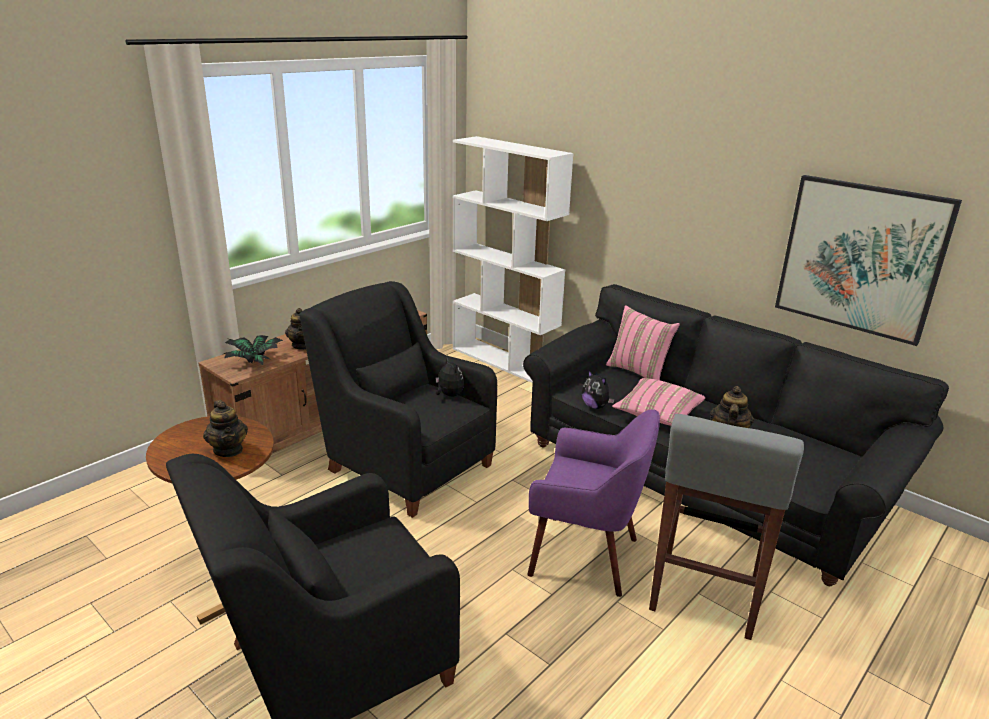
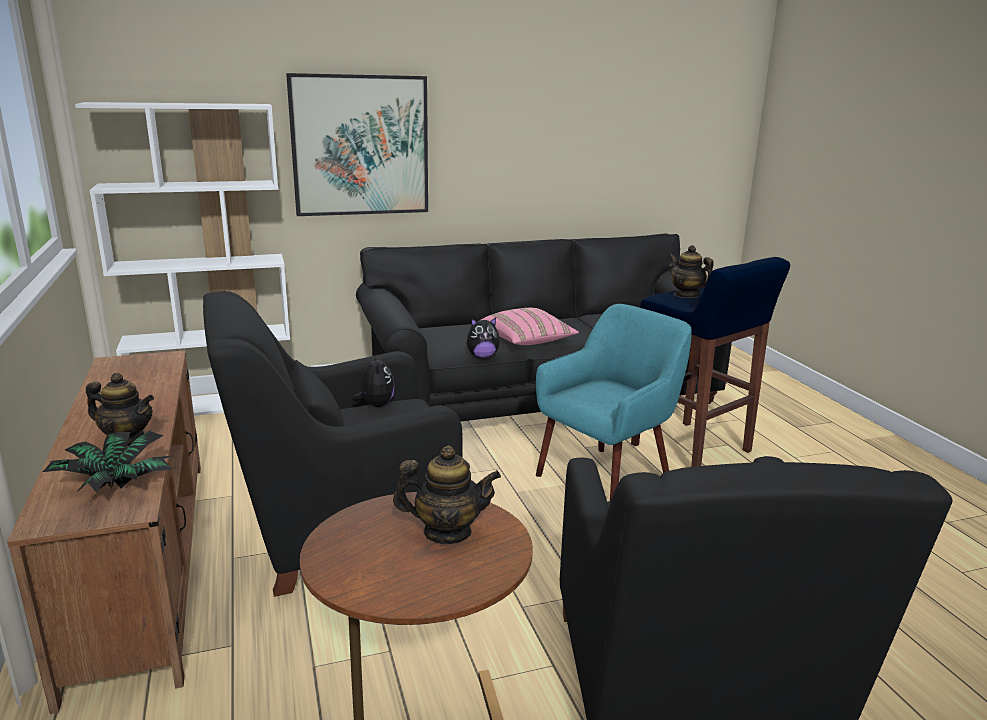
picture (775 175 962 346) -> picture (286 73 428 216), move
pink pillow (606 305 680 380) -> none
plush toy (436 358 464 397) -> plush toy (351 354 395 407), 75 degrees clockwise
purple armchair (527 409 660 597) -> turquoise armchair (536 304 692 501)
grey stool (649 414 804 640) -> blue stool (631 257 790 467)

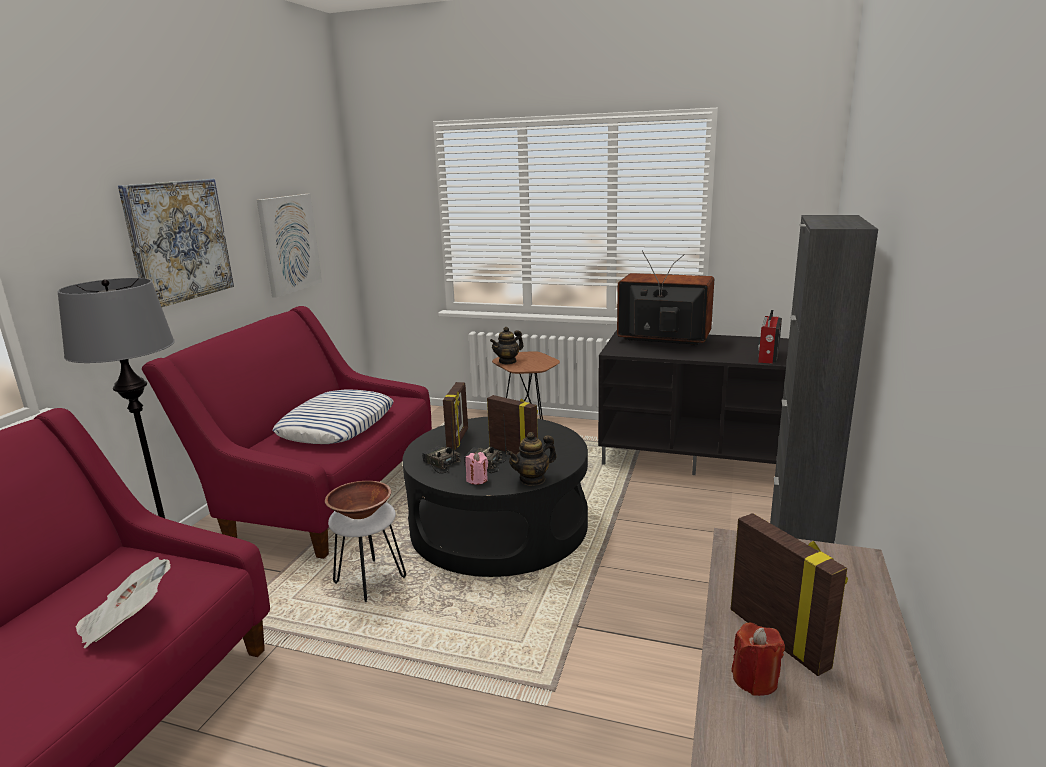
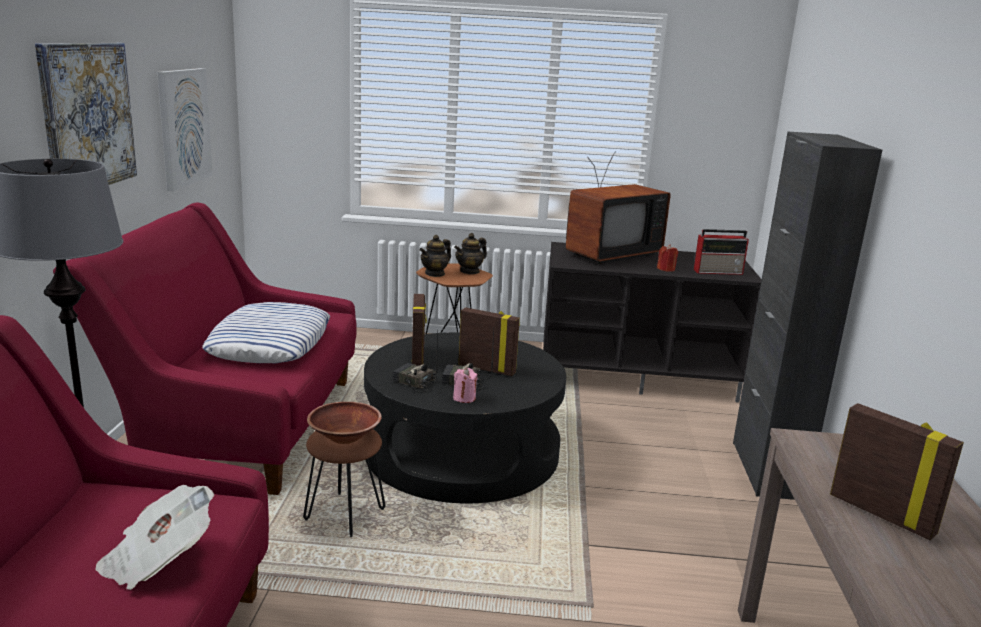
television (617 251 714 346) -> television (566 151 671 264), 135 degrees clockwise
radio (758 310 782 364) -> radio (694 229 749 275), 105 degrees counterclockwise
teapot (506 432 557 486) -> teapot (454 233 487 274), move
white stool (328 502 406 602) -> brown stool (303 429 385 537)
red candle (731 623 785 696) -> red candle (657 244 678 272), move

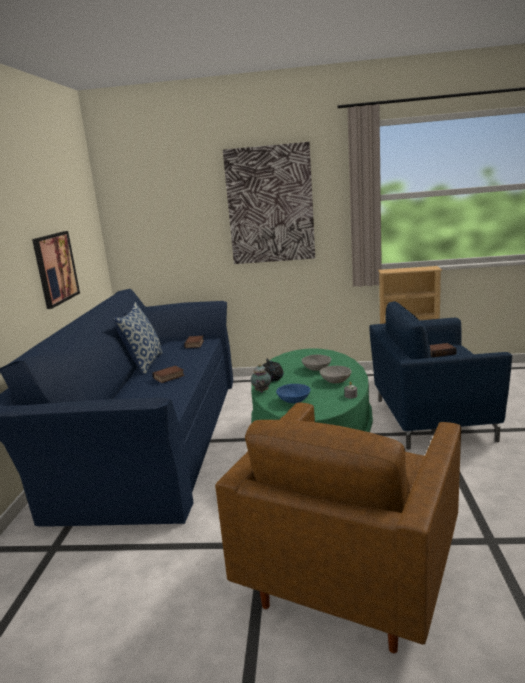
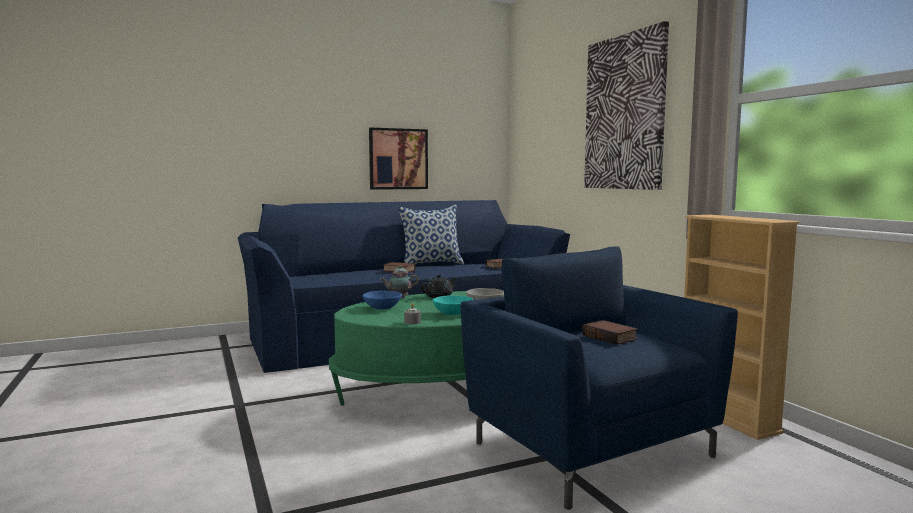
grey bowl (320 366 352 383) -> turquoise bowl (433 296 473 315)
brown armchair (215 403 461 653) -> none

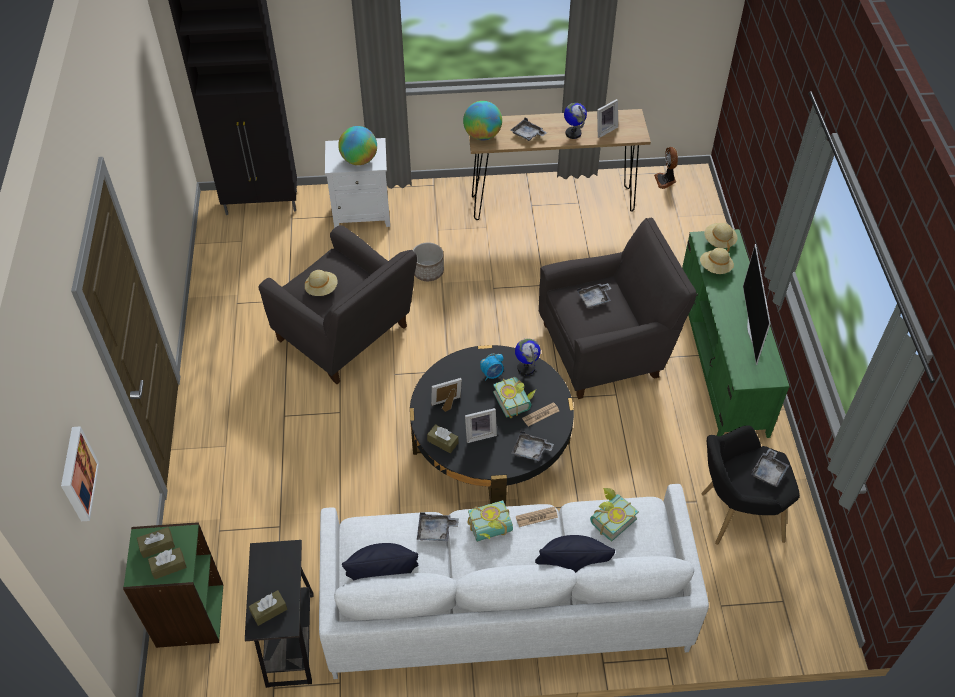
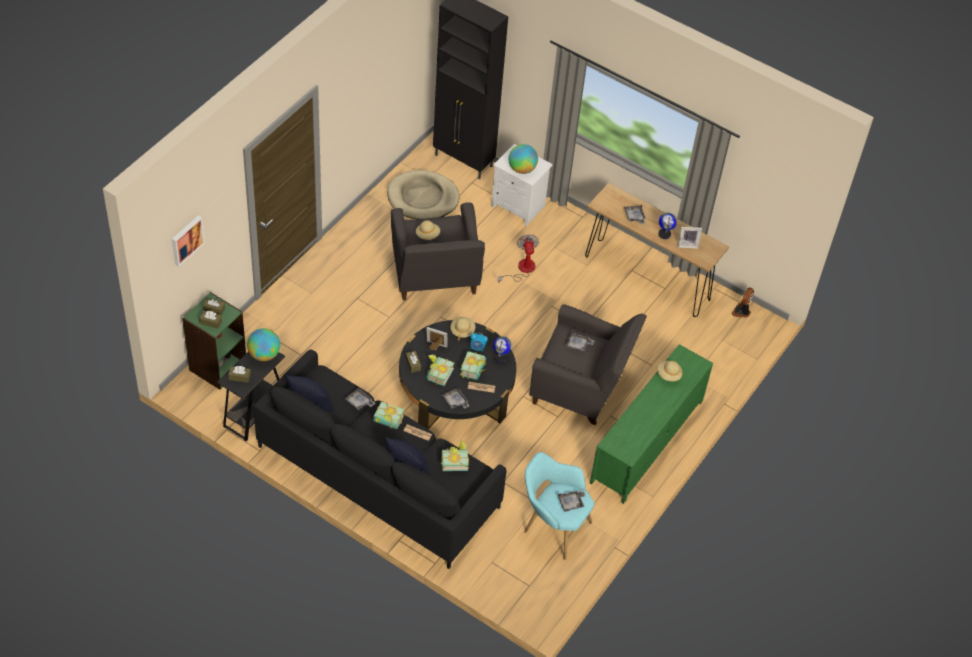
globe (463 101 502 141) -> globe (247 328 280 361), move
beige hat (704 223 738 252) -> beige hat (450 317 475 340), move
planter (413 242 444 281) -> fan (498 234 539 282)
television (743 244 771 365) -> none
picture frame (465 408 497 443) -> book (427 355 454 386)
black armchair (701 425 800 545) -> turquoise armchair (524 452 595 560)
white sofa (319 484 709 679) -> black sofa (254 349 507 569)
none -> beige dog bed (387 170 459 219)

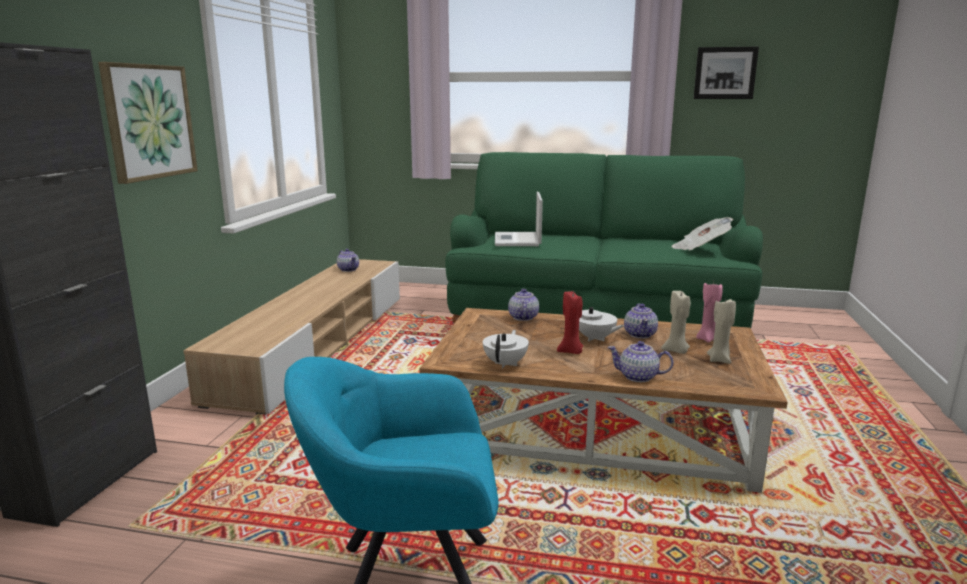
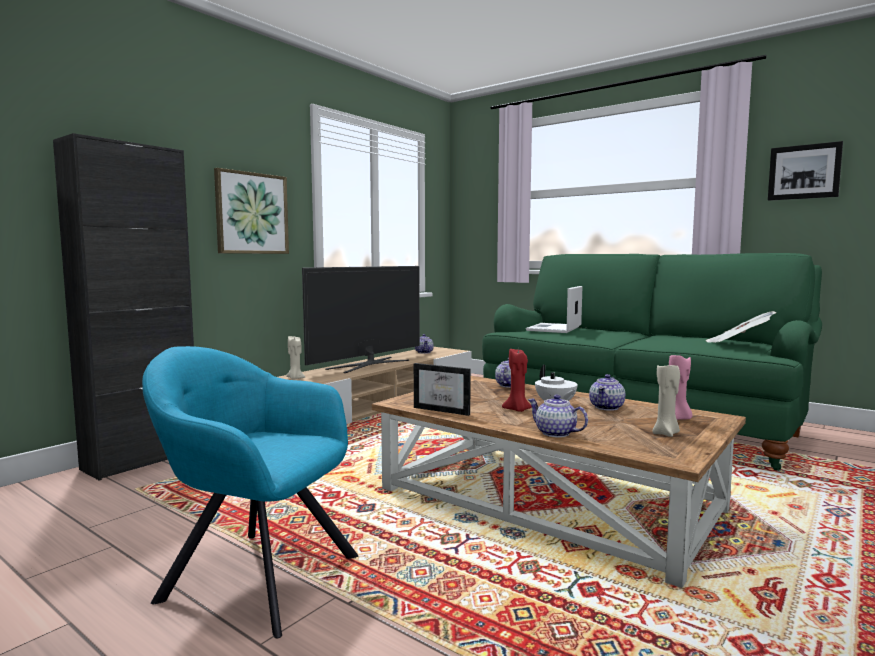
beige candle (661 291 691 354) -> beige candle (286 336 305 380), move
white teapot (483 330 529 369) -> picture frame (414 363 471 416)
none -> television (302 266 420 373)

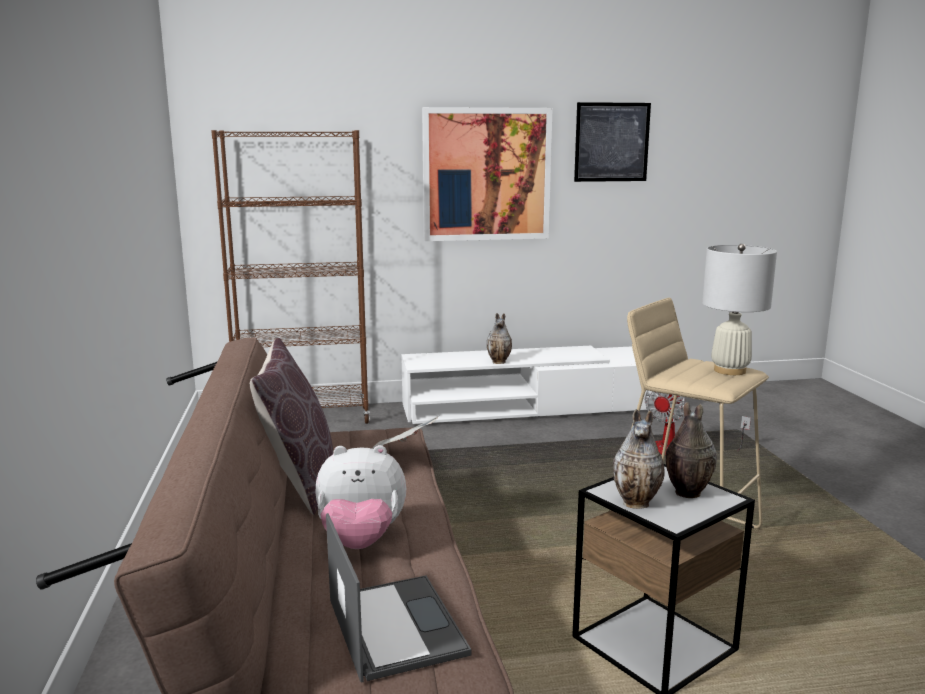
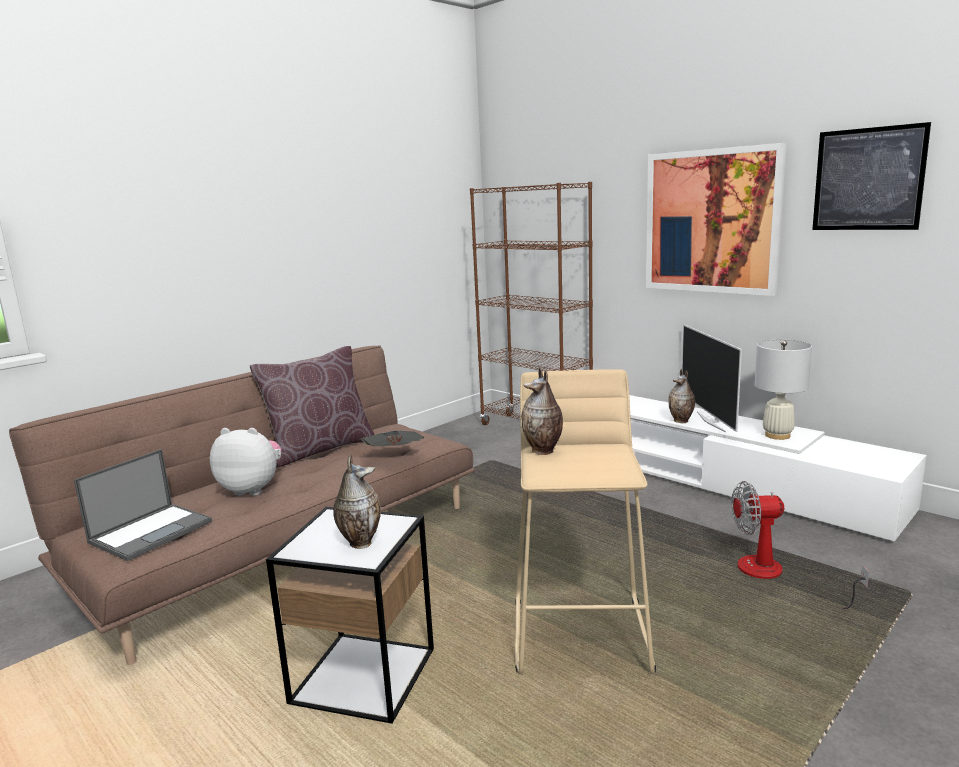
white table lamp (702 244 777 375) -> white table lamp (755 340 812 440), move
vase (613 409 665 509) -> vase (521 367 563 455), move
plush toy (315 445 406 549) -> plush toy (210 428 282 496), 135 degrees clockwise
none -> television (682 324 742 432)

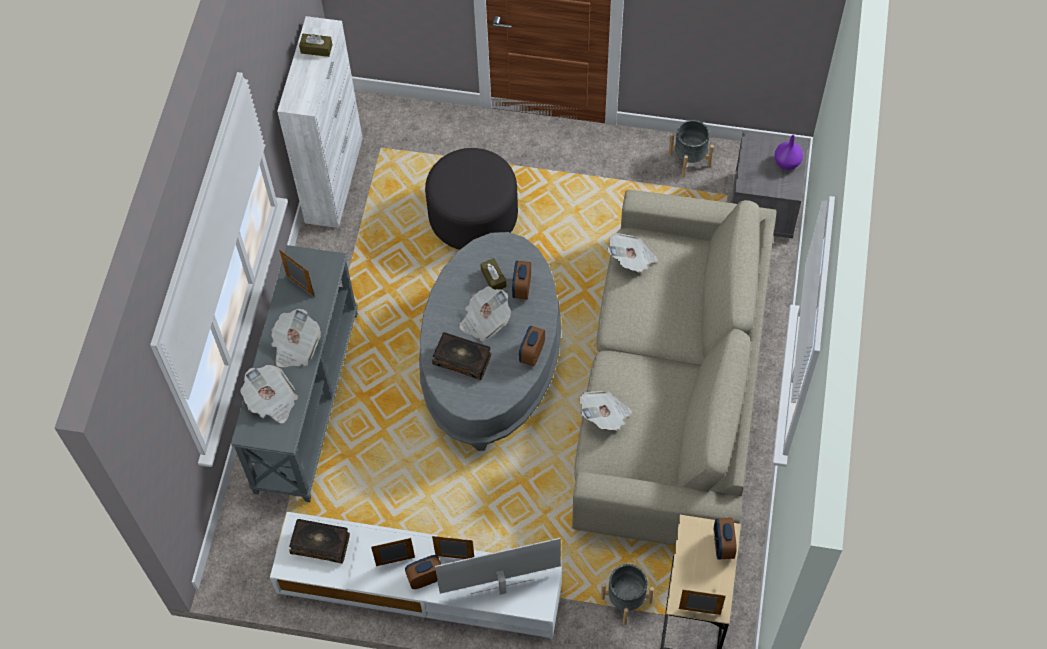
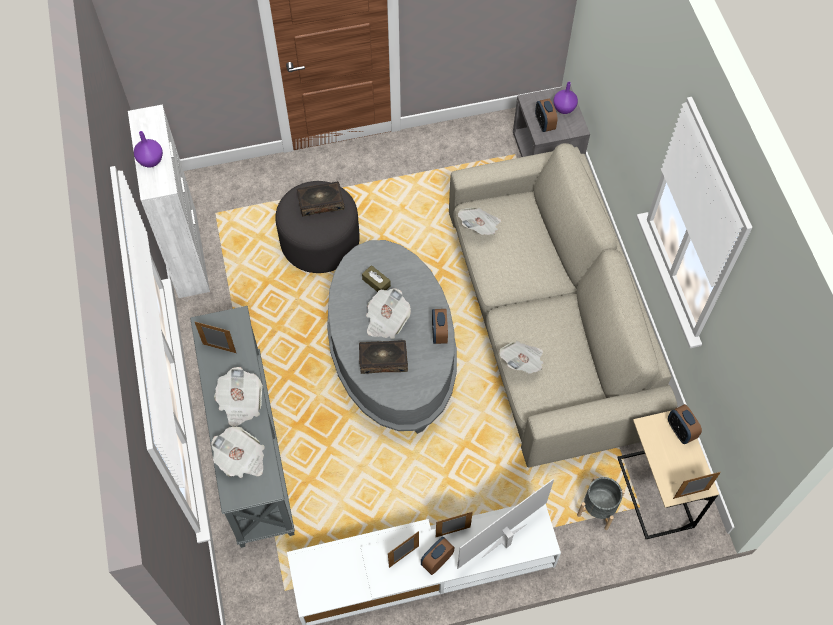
brown tissue box (299 34 332 57) -> none
grey planter (668 120 714 178) -> none
alarm clock (512 261 531 299) -> alarm clock (535 99 557 132), move
book (289 519 350 564) -> book (297 181 345 216), move
none -> purple vase (134 131 163 168)

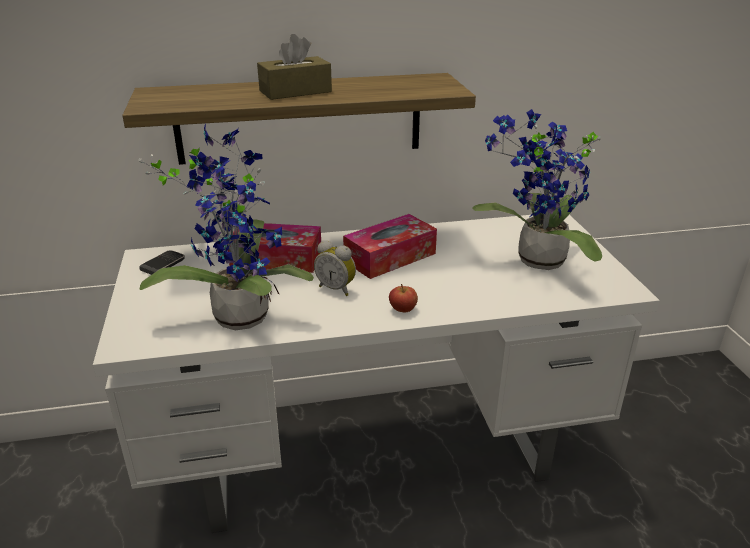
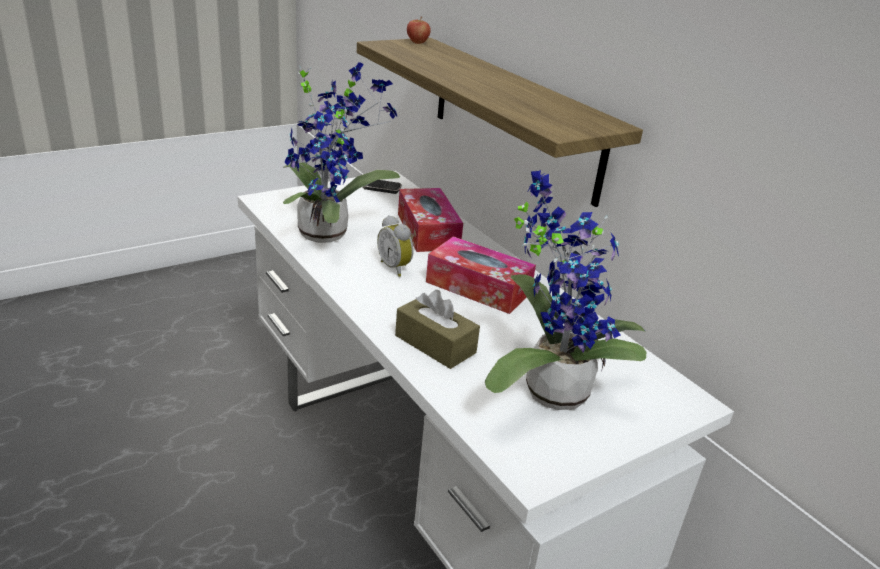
brown tissue box (257 34 332 100) -> brown tissue box (395 290 480 369), move
alarm clock (314 240 356 296) -> alarm clock (377 215 414 277), 45 degrees counterclockwise
apple (389 284 418 312) -> apple (407 16 431 44), move

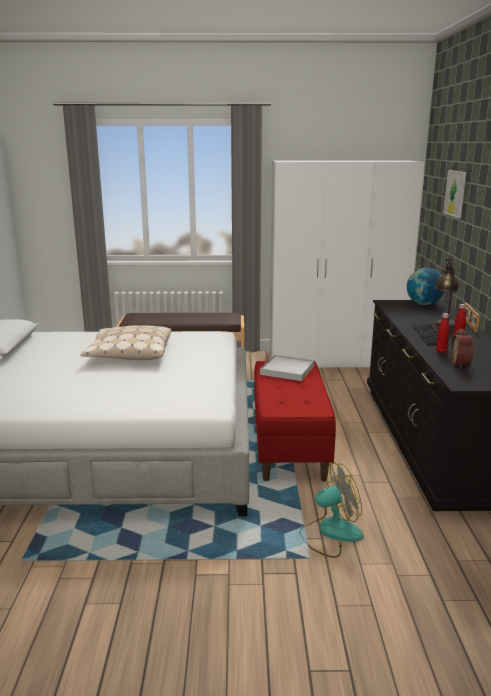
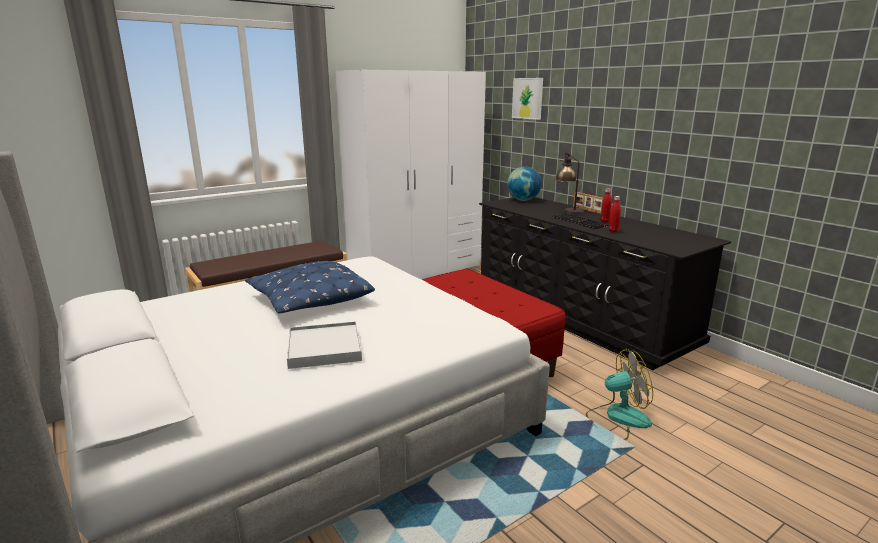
beige pillow (81 325 171 360) -> blue pillow (245 261 375 313)
alarm clock (451 328 473 369) -> none
white tray (260 355 314 381) -> white tray (287 321 362 369), move
fan (300 462 363 558) -> fan (586 349 653 440), 45 degrees clockwise

